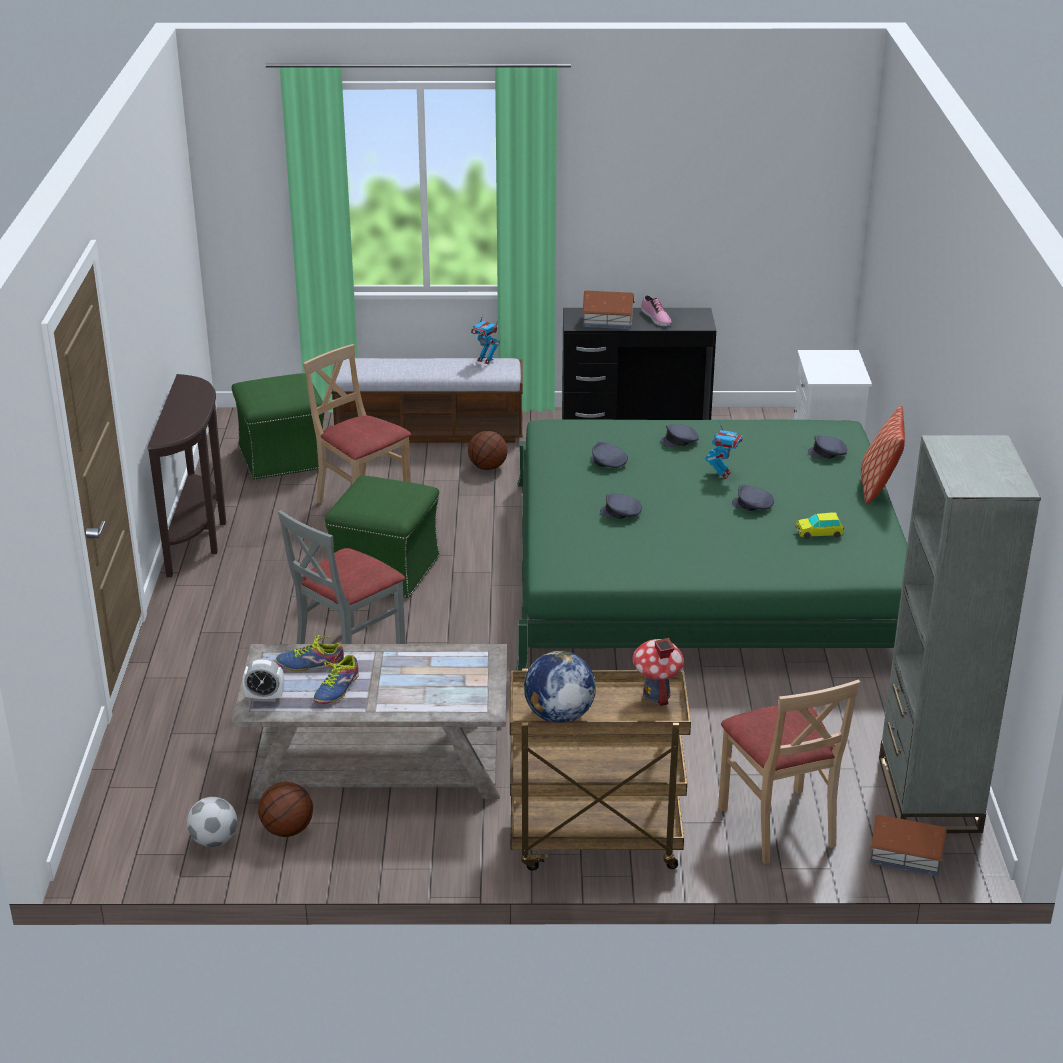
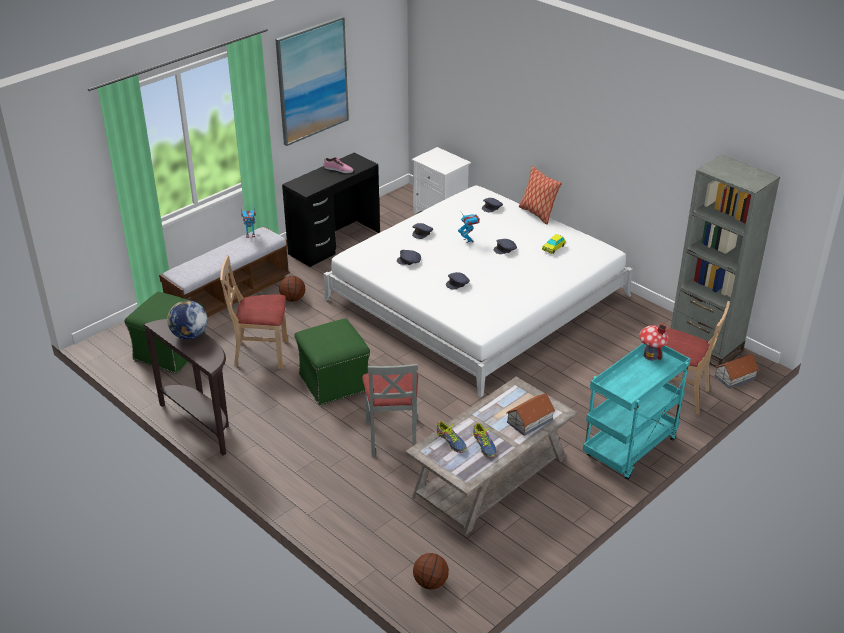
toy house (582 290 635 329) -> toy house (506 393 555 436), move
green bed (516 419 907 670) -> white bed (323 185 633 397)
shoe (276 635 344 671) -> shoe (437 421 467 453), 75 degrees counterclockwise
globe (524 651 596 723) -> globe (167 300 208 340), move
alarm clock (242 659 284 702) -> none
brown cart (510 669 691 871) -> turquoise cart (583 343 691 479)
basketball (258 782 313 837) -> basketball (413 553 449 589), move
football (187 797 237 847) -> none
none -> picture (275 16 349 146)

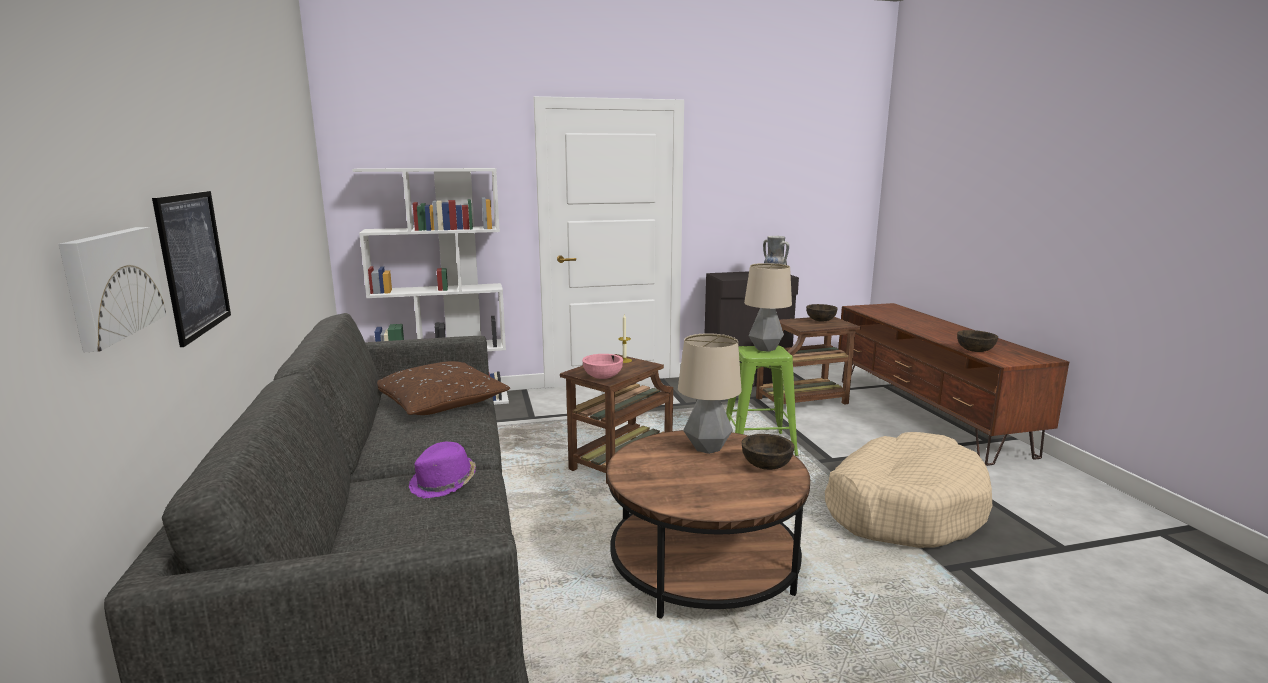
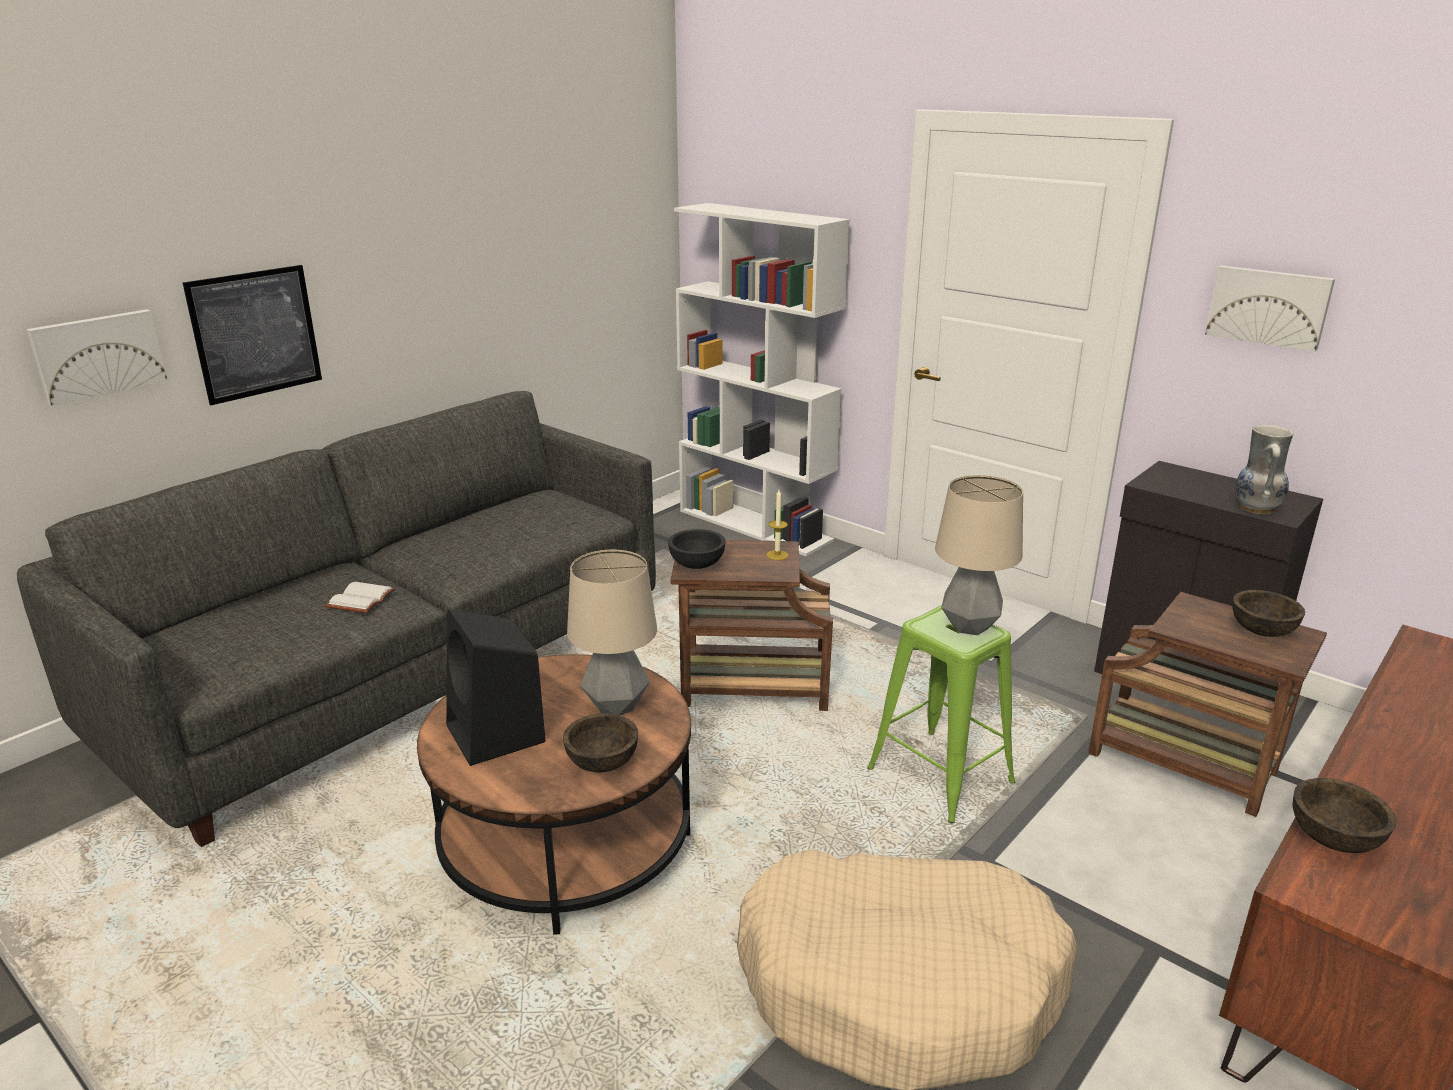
pink bowl (582 354 623 379) -> black bowl (668 529 726 569)
brown pillow (377 361 510 415) -> none
purple hat (409 442 476 498) -> white book (326 582 395 613)
none -> picture (1205 265 1335 352)
none -> black speaker (446 609 546 766)

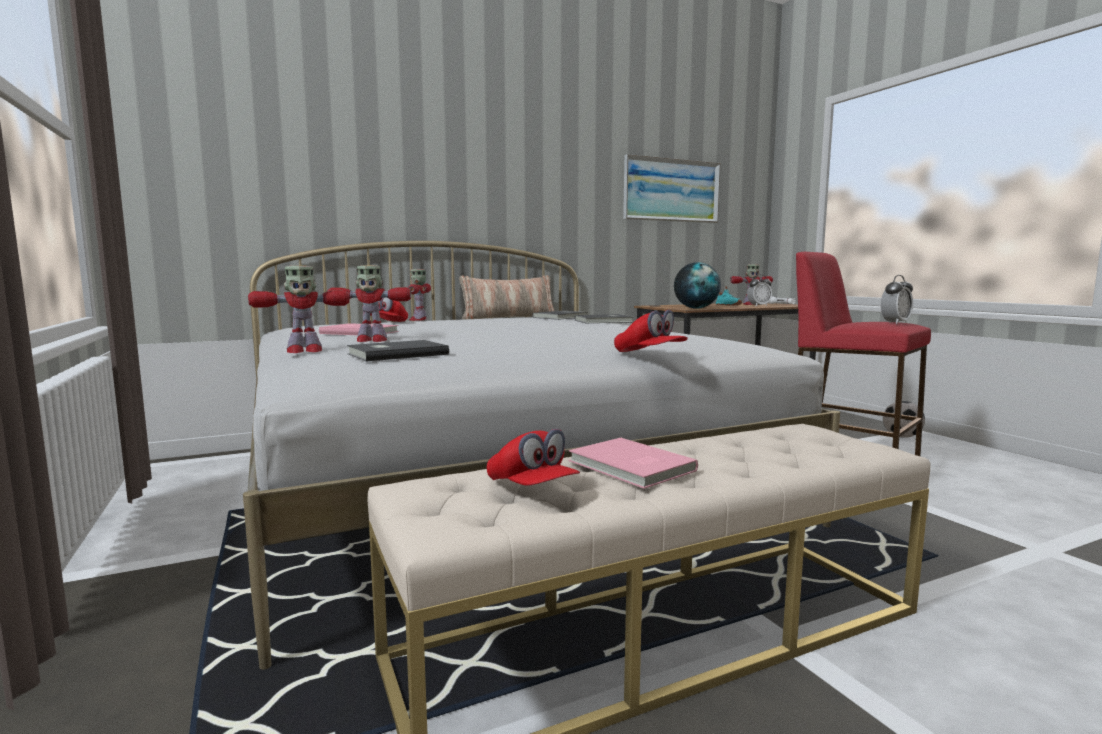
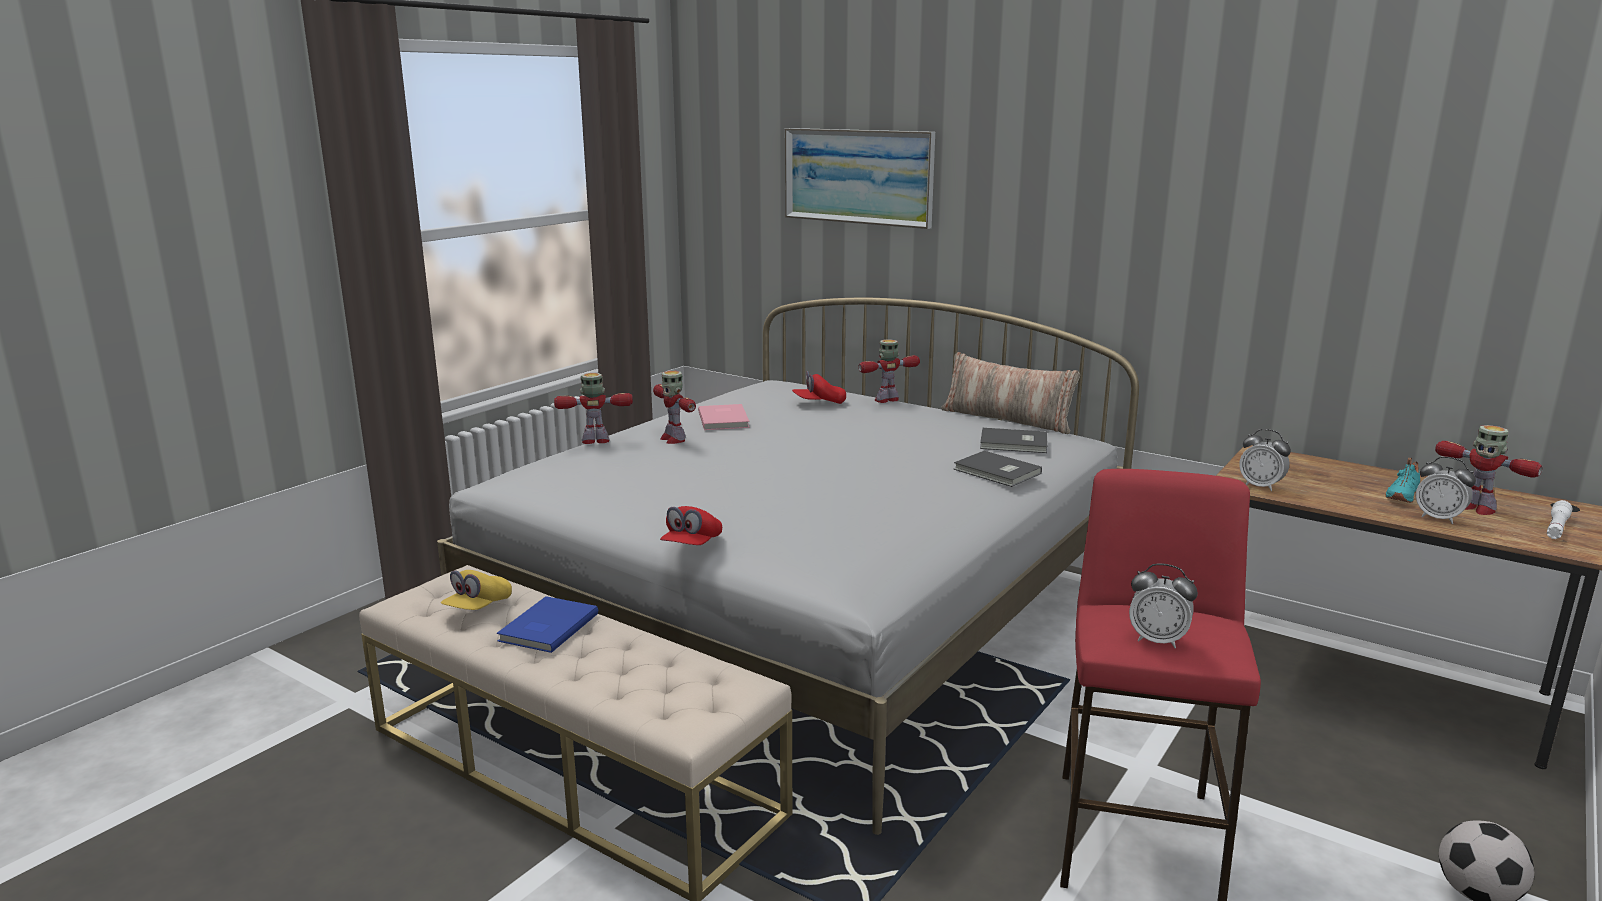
picture (623 154 721 223) -> picture (785 128 935 229), move
globe (674 262 721 309) -> alarm clock (1239 429 1291 491)
toy robot (248 266 350 353) -> toy robot (554 373 633 444), 135 degrees clockwise
grey book (347 340 449 361) -> none
red cap (487 429 580 486) -> yellow cap (441 570 512 610)
pink book (569 438 698 489) -> blue book (497 596 598 653)

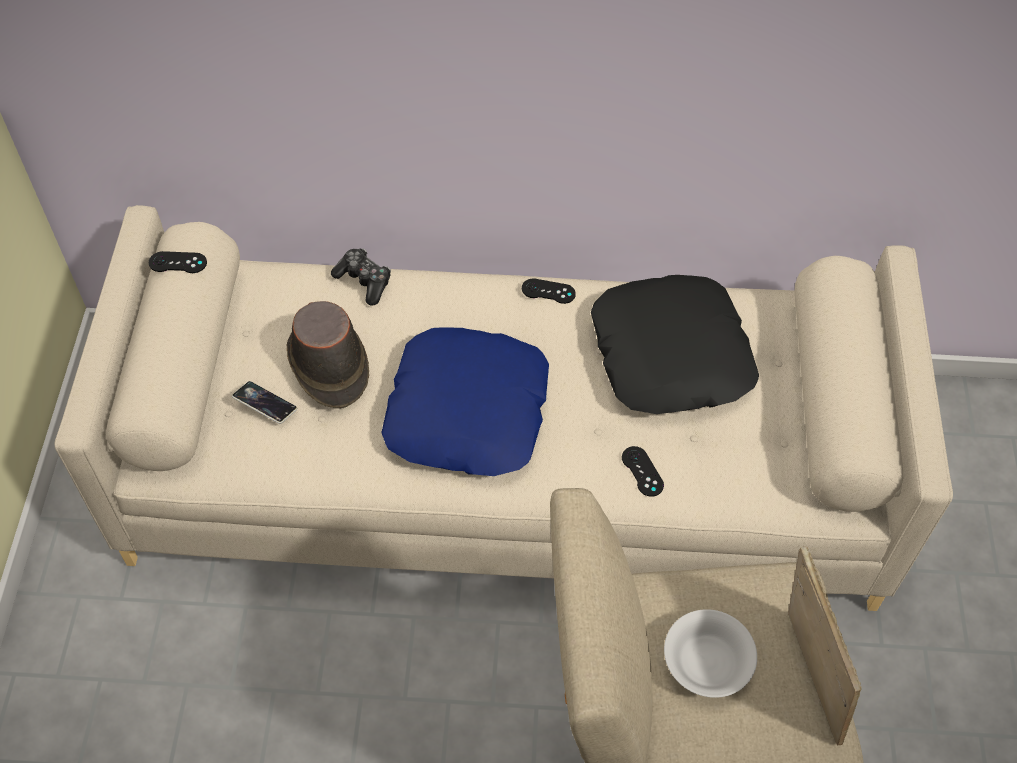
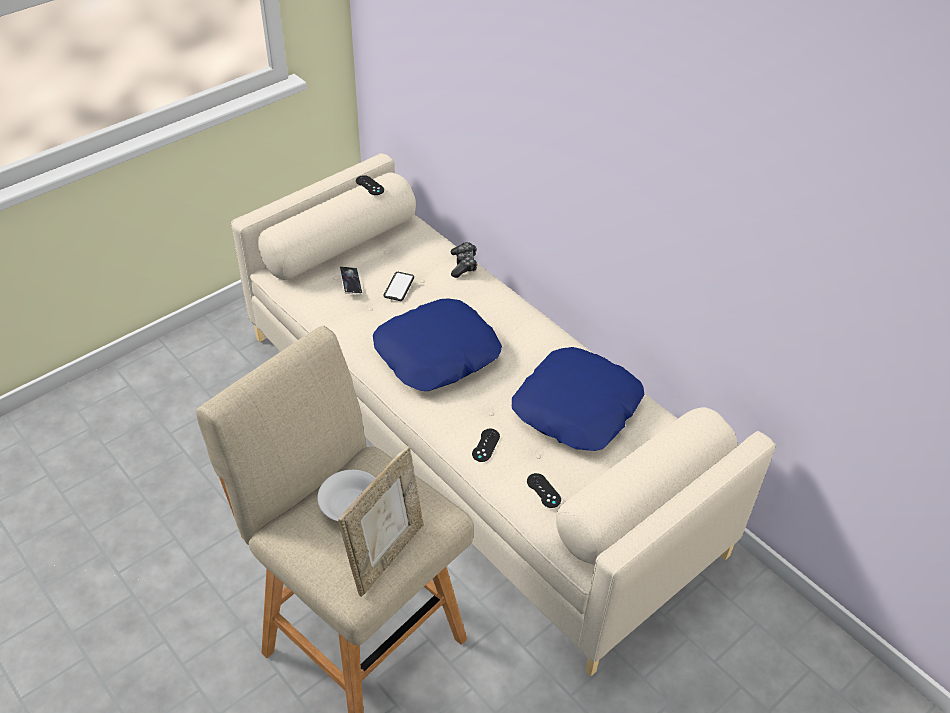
black pillow (591 275 759 414) -> blue pillow (512 347 645 451)
black game controller (522 278 576 304) -> black game controller (527 473 561 508), move
brown hat (286 301 369 409) -> phone (384 272 414 301)

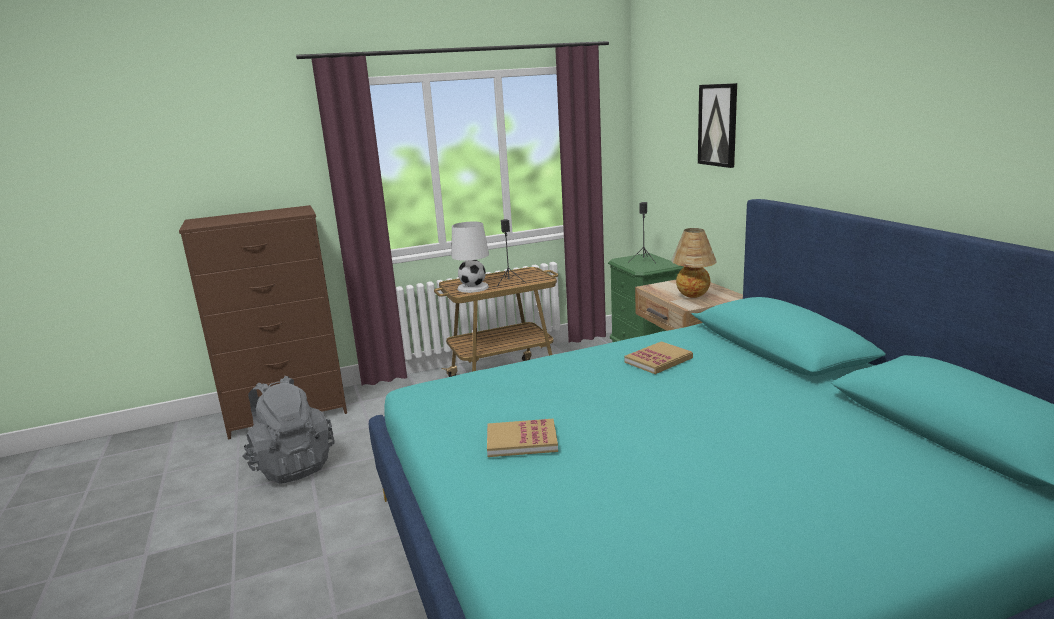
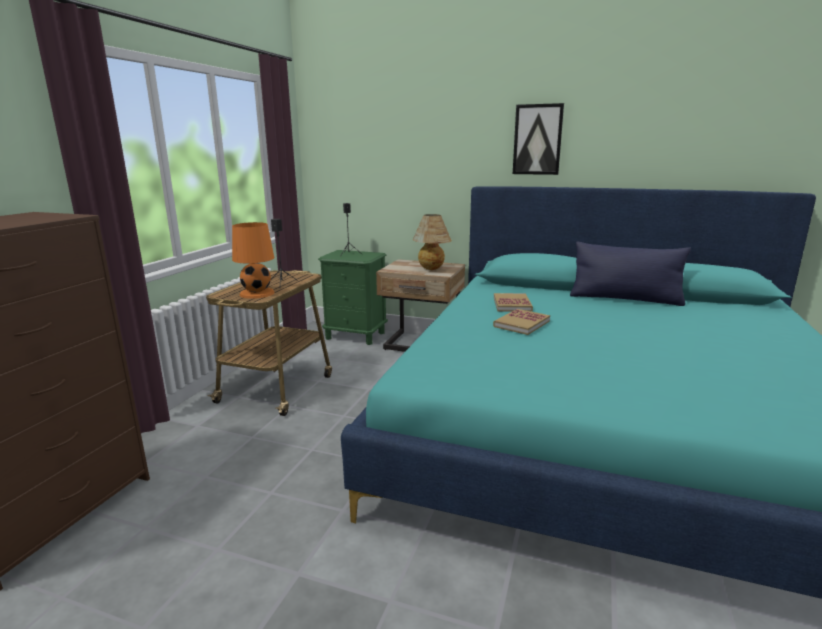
picture (698 83 737 168) -> picture (513 103 564 175), move
white table lamp (451 222 489 293) -> orange table lamp (232 222 274 299)
grey backpack (242 376 335 484) -> none
book (487 419 558 457) -> book (493 309 550 335), move
none -> blue pillow (570 241 691 306)

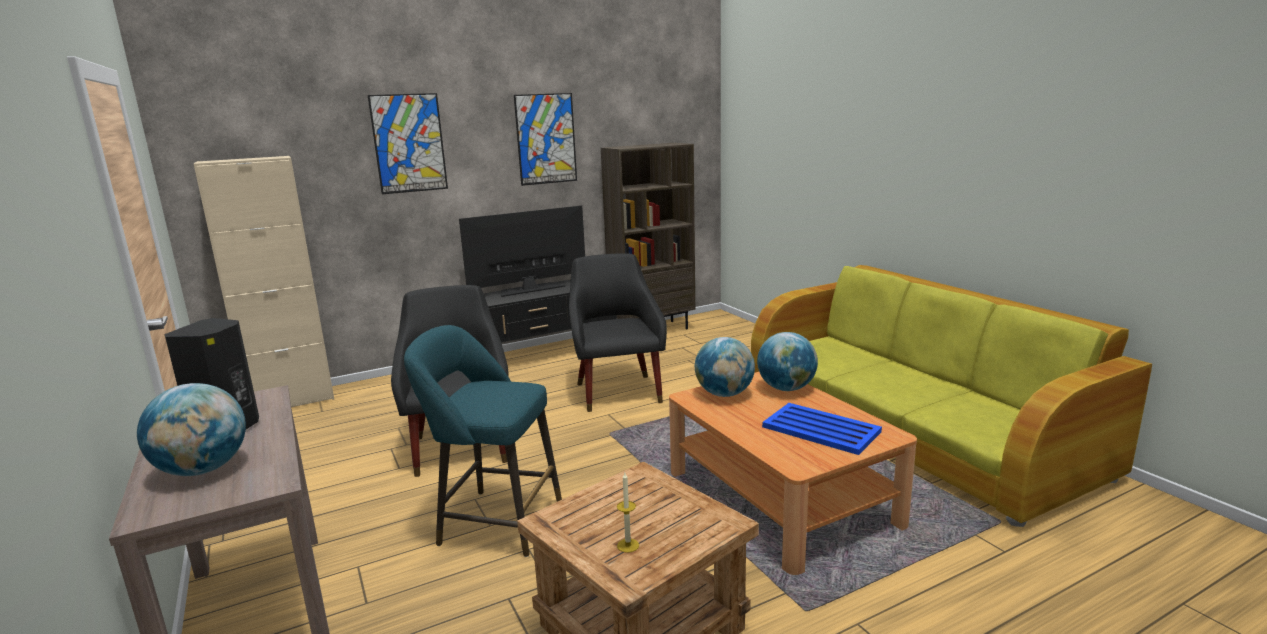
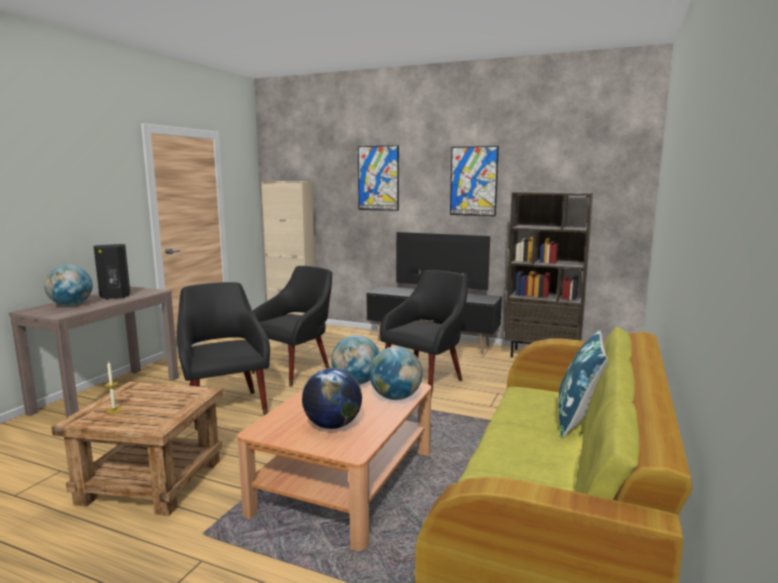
turquoise stool (404 325 562 557) -> black armchair (177 282 270 430)
blue tray (762 403 882 455) -> globe (302 368 362 429)
none -> blue pillow (559 330 608 438)

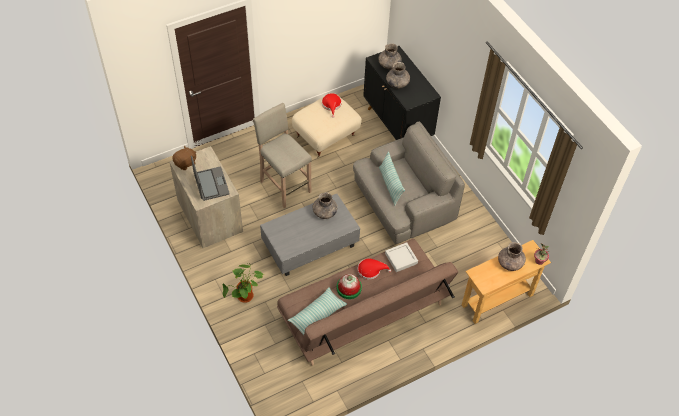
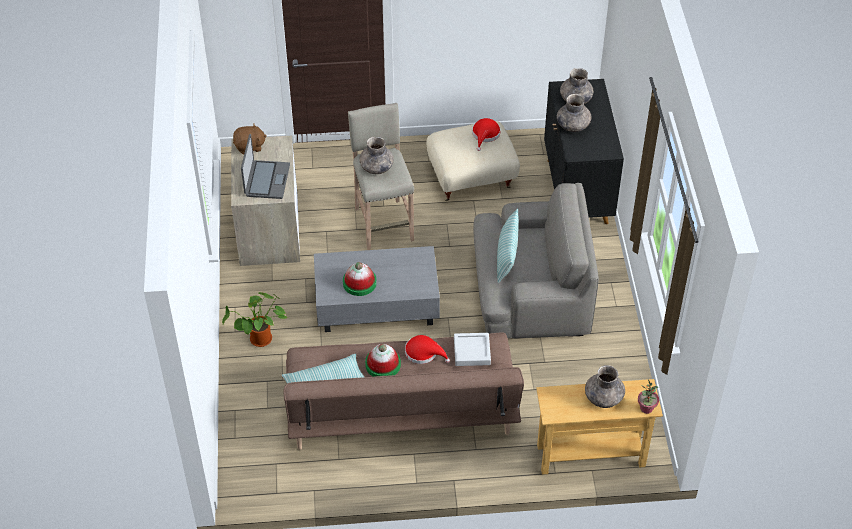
grey vase (313 192 337 219) -> grey vase (359 137 394 174), move
none -> hat (343 262 377 296)

